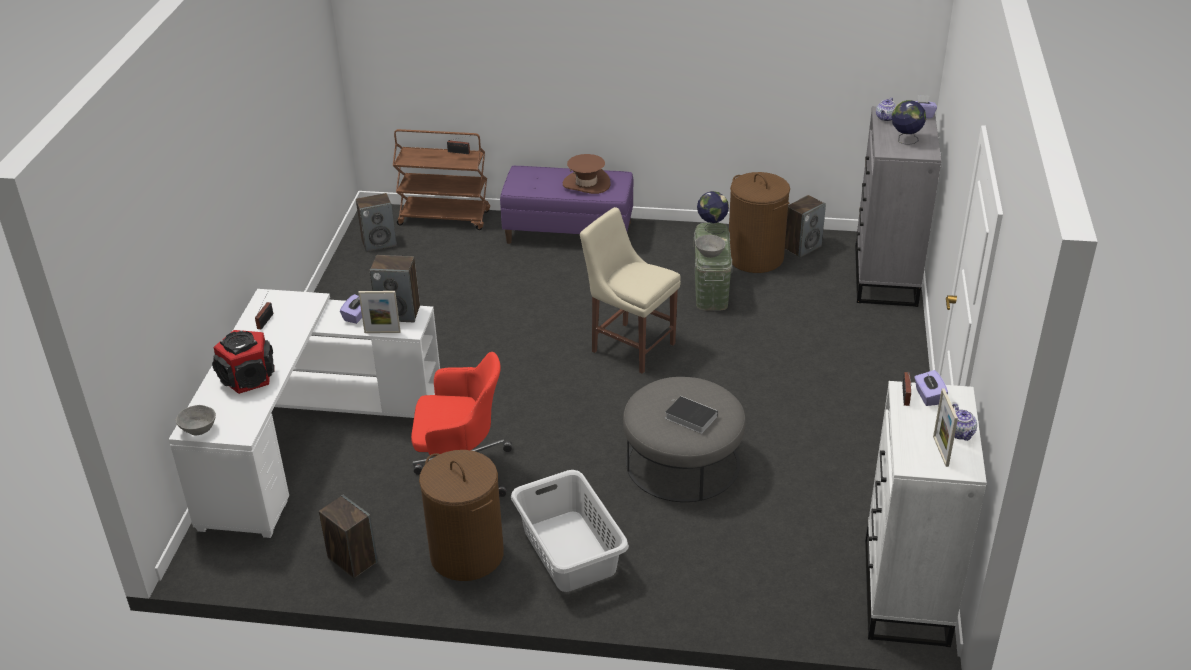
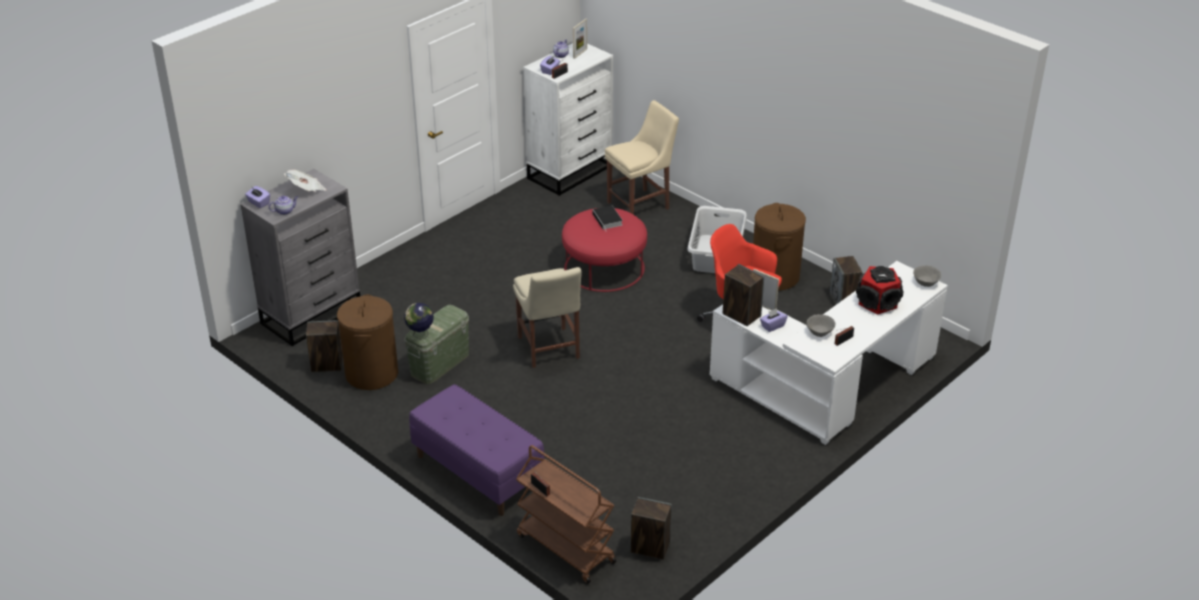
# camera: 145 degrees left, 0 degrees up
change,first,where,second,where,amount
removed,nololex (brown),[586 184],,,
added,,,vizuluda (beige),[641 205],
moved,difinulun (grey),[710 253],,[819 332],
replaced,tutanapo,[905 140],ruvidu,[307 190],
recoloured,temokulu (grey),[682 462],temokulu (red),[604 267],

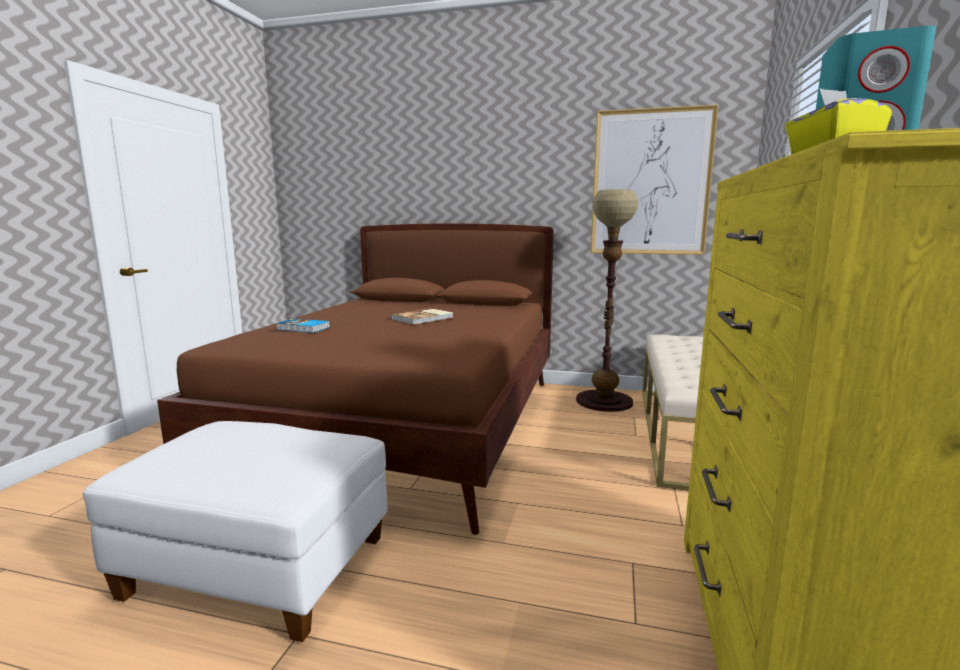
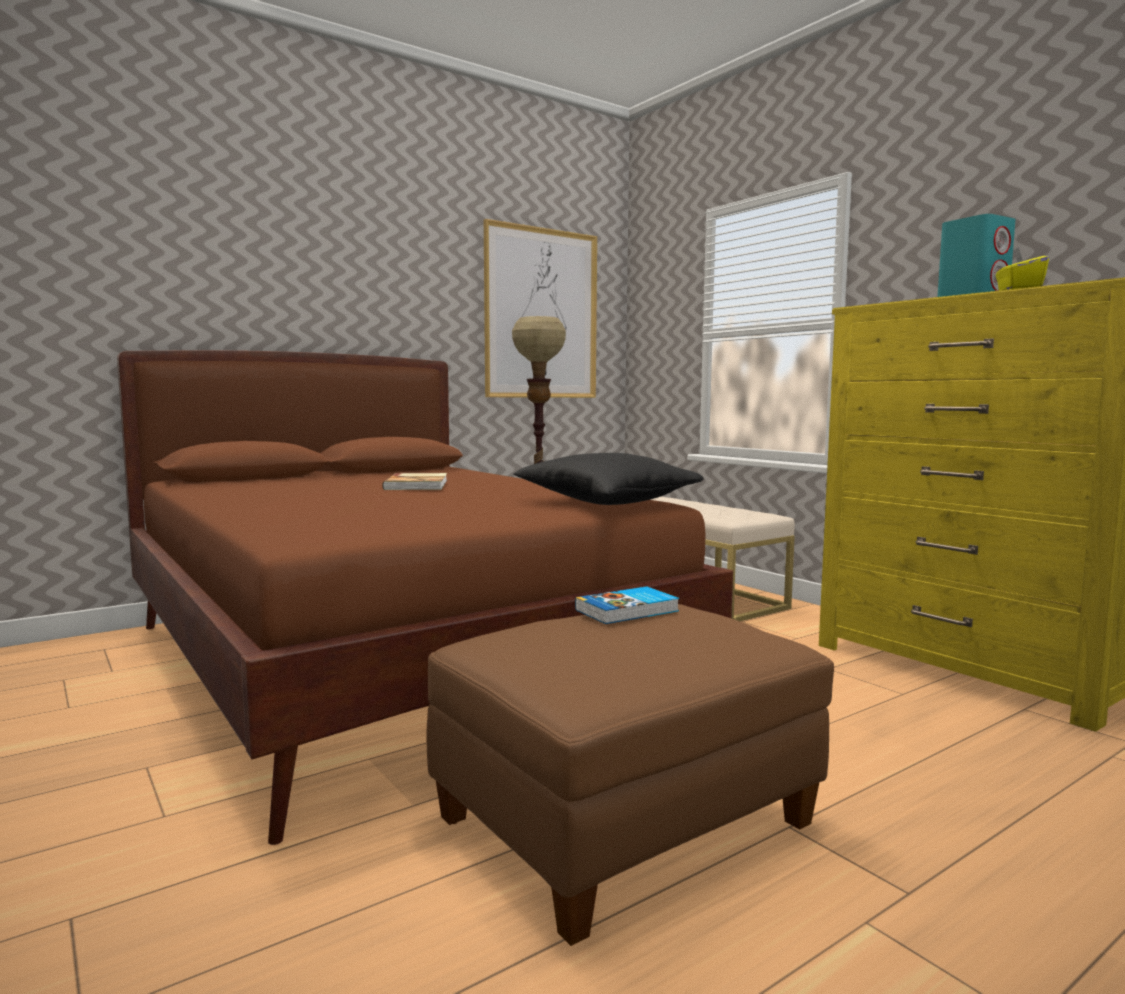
# camera: 50 degrees left, 5 degrees down
change,first,where,second,where,amount
added,,,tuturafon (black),[607 502],
moved,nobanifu,[303 328],,[628 611],
recoloured,temokulu (white),[260 567],temokulu (brown),[624 823],

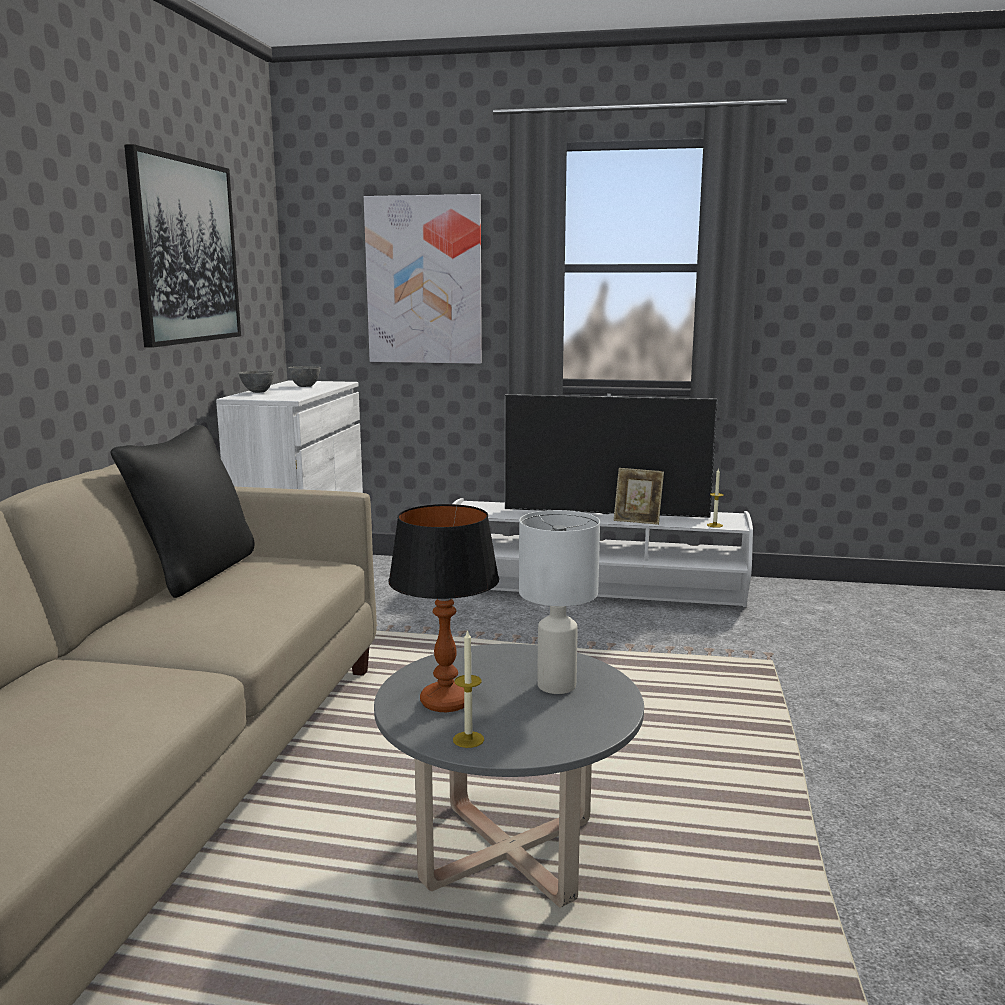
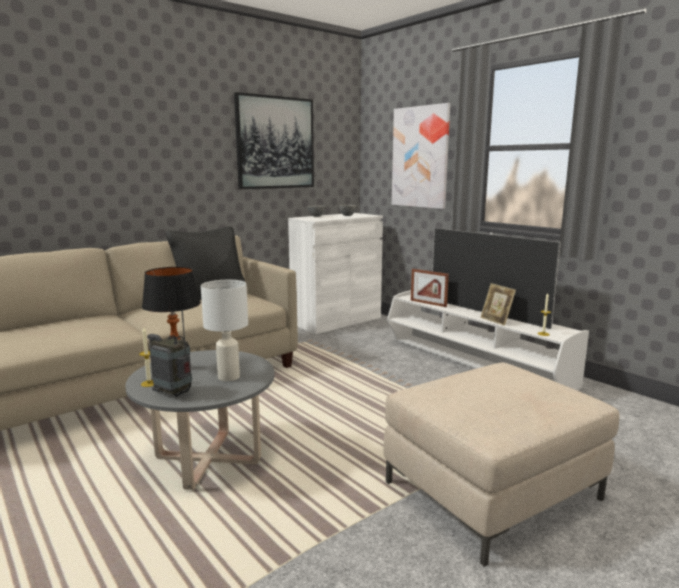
# camera: 40 degrees right, 0 degrees up
change,first,where,second,where,amount
added,,,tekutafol,[174 393],
added,,,temokulu (beige),[491 490],
added,,,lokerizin,[428 303],

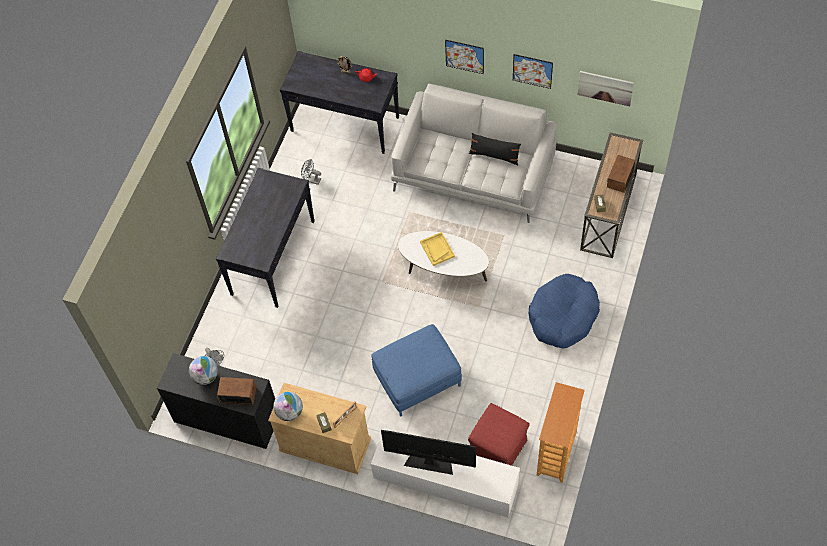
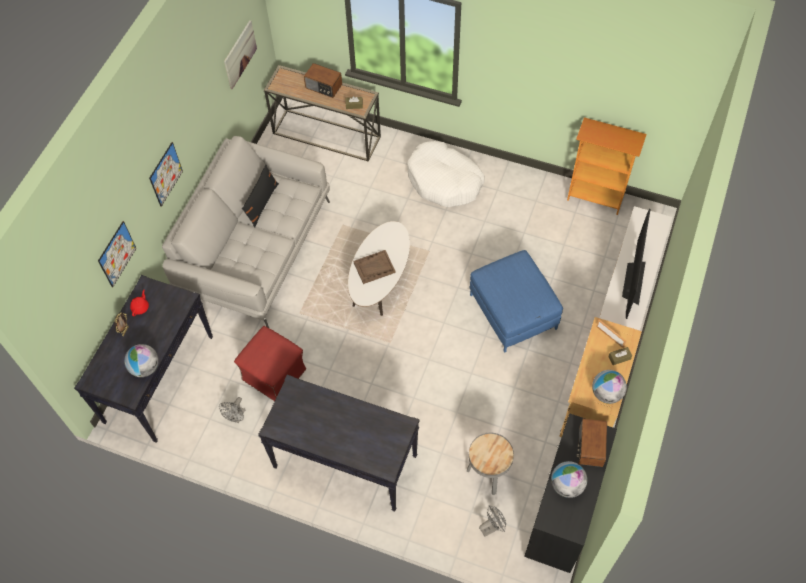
# camera: 90 degrees left, 0 degrees up
change,first,where,second,where,amount
added,,,tutanapo,[145 368],
added,,,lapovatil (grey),[487 475],
moved,temokulu (red),[498 446],,[273 374],
moved,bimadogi,[532 71],,[117 254],
recoloured,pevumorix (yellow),[437 249],pevumorix (brown),[374 267],
recoloured,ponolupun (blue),[563 316],ponolupun (white),[444 181],

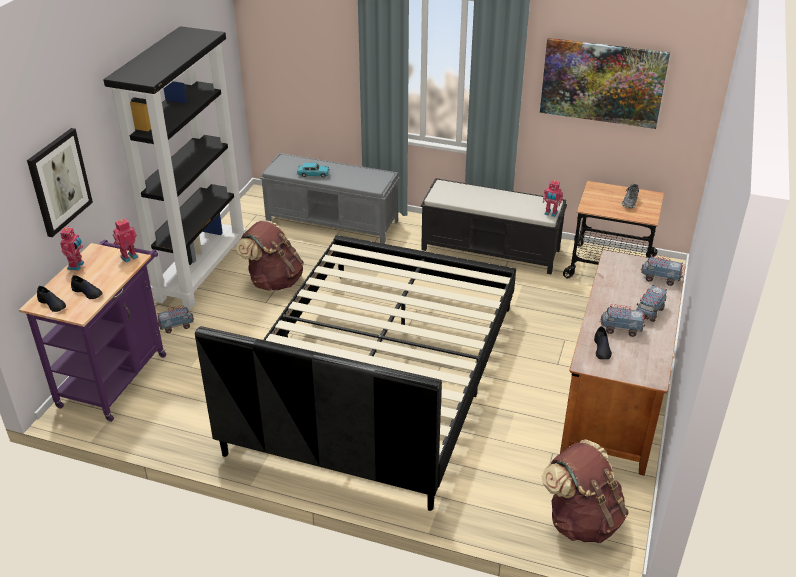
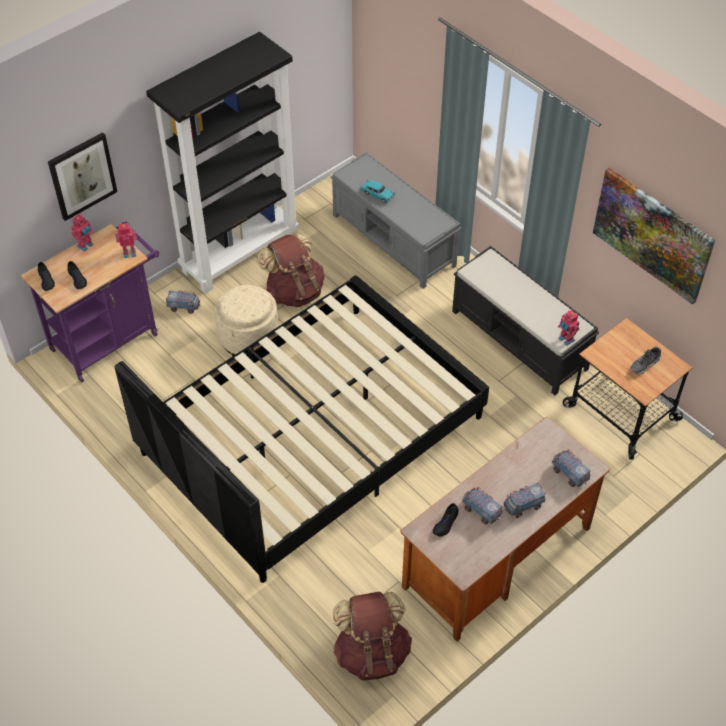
# camera: 30 degrees right, 15 degrees up
change,first,where,second,where,amount
added,,,temokulu (beige),[249 337],

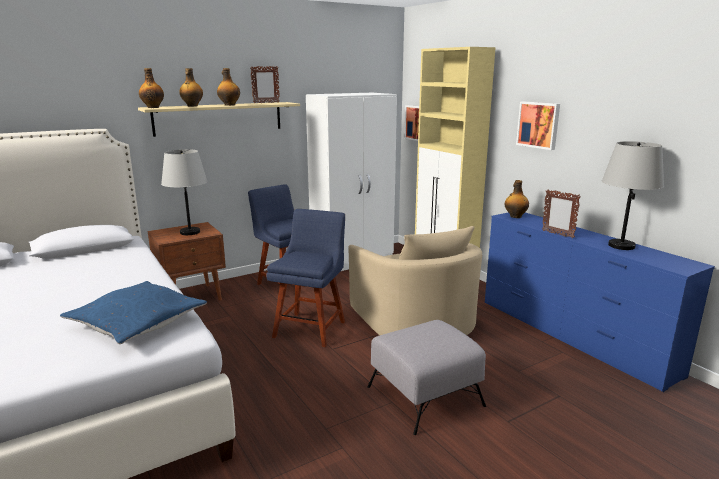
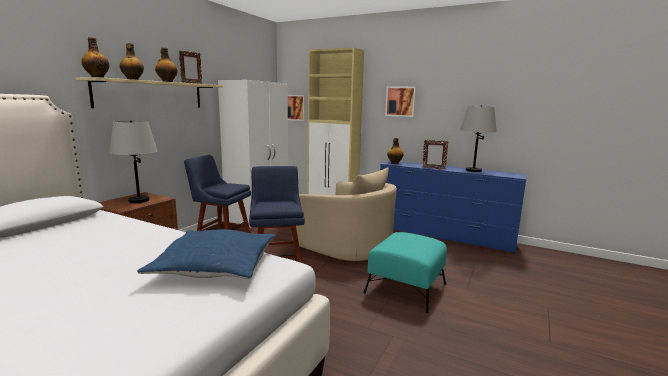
# camera: 30 degrees left, 5 degrees down
change,first,where,second,where,amount
recoloured,temokulu (grey),[425 396],temokulu (turquoise),[406 288],

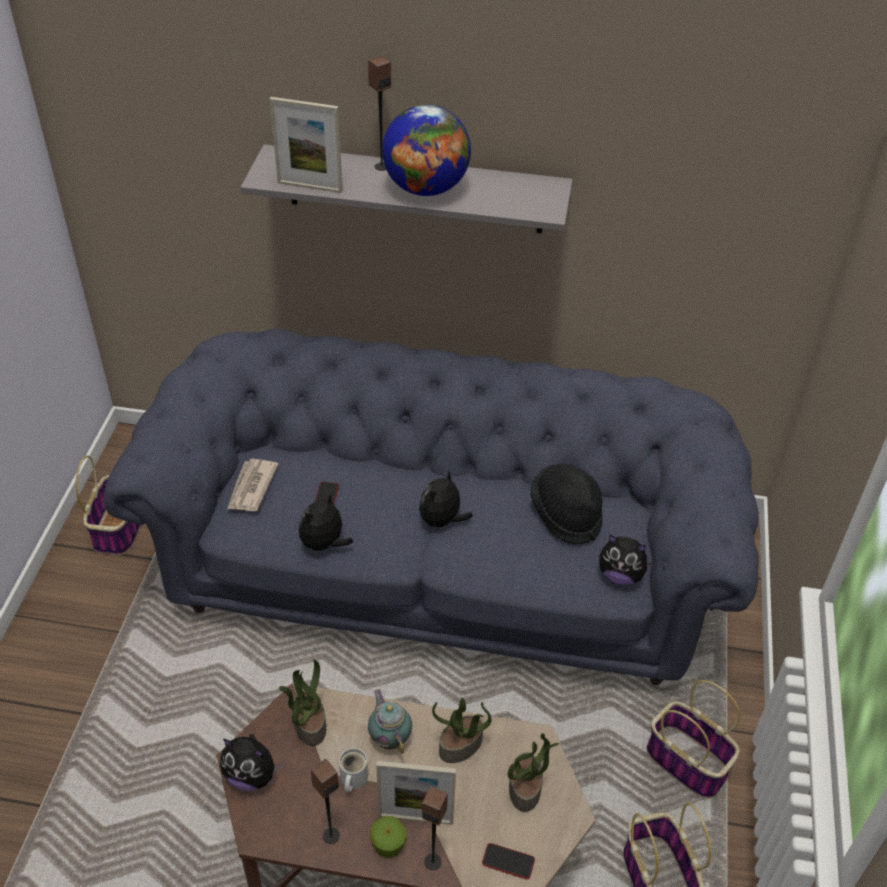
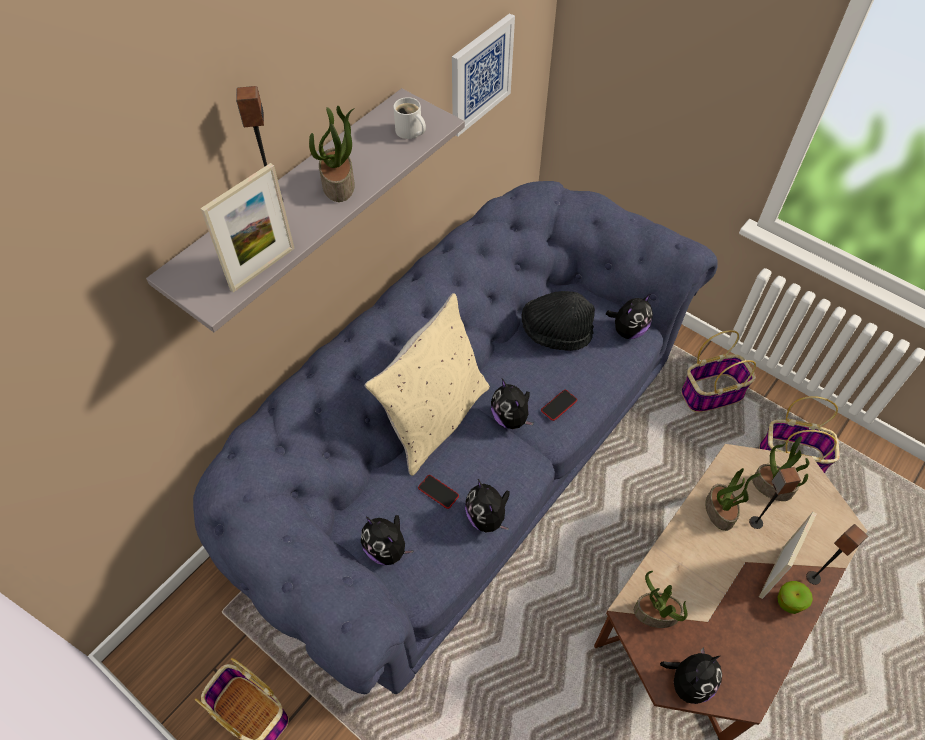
# camera: 60 degrees left, 10 degrees up
change,first,where,second,where,amount
removed,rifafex,[390 737],,,
added,,,tuturafon (beige),[434 419],
added,,,bimadogi,[480 74],
moved,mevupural,[331 835],,[755 522],
moved,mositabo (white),[352 778],,[410 132],
moved,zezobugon,[508 861],,[559 405],
replaced,ruvidu,[251 487],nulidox,[387 549],
replaced,tutanapo,[426 188],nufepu,[339 184],

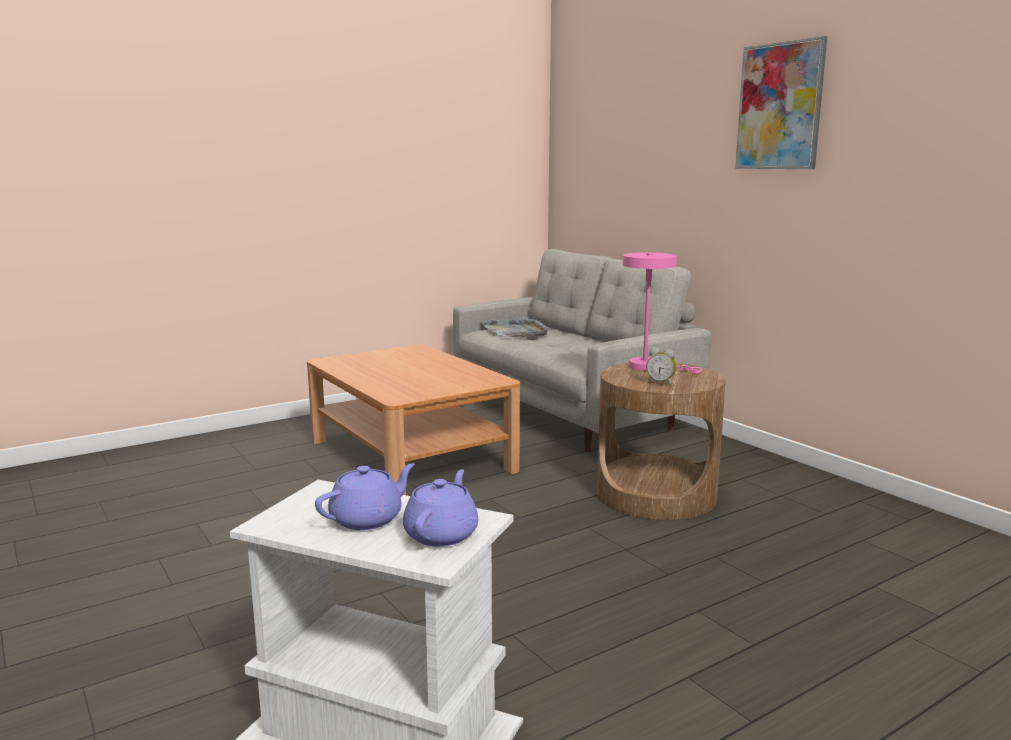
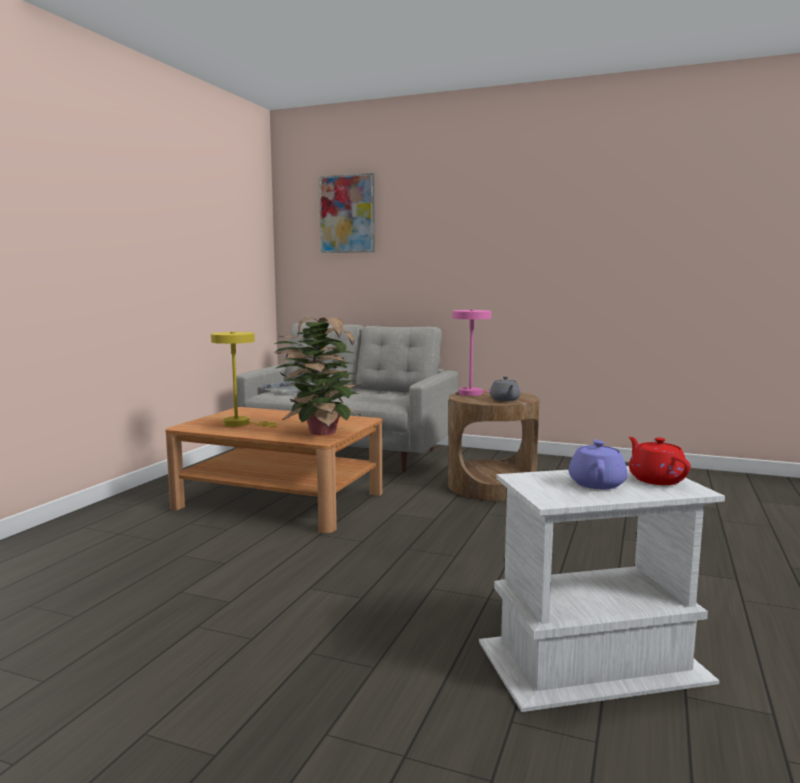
# camera: 35 degrees left, 5 degrees down
change,first,where,second,where,amount
added,,,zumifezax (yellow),[241 424],
added,,,nufepu,[319 432],
moved,bimadogi,[780 106],,[347 214],
replaced,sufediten,[661 383],rifafex (grey),[505 400],
recoloured,rifafex (purple),[442 534],rifafex (red),[656 479],

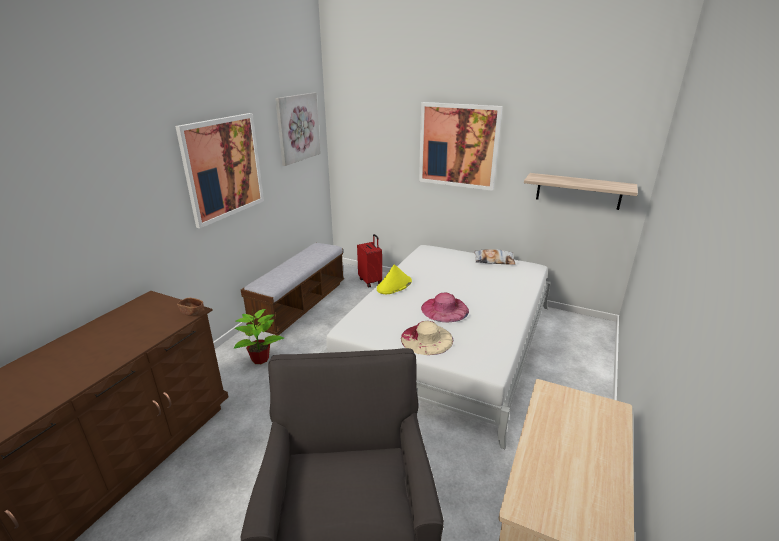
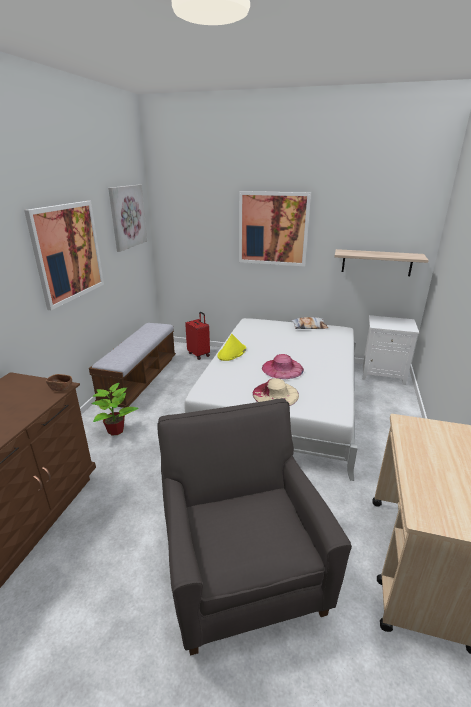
# camera: 10 degrees left, 0 degrees up
change,first,where,second,where,amount
added,,,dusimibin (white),[383 374],

